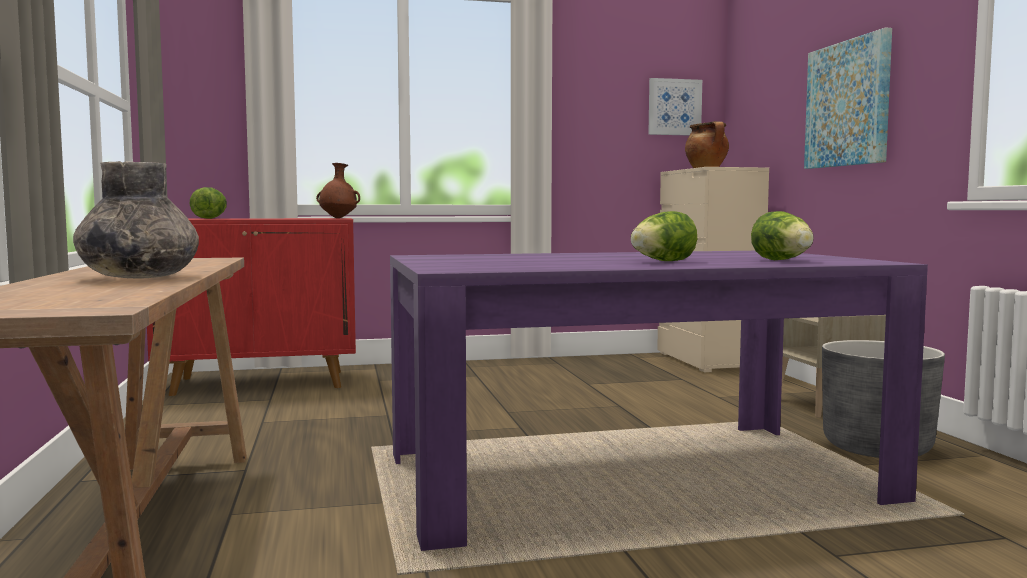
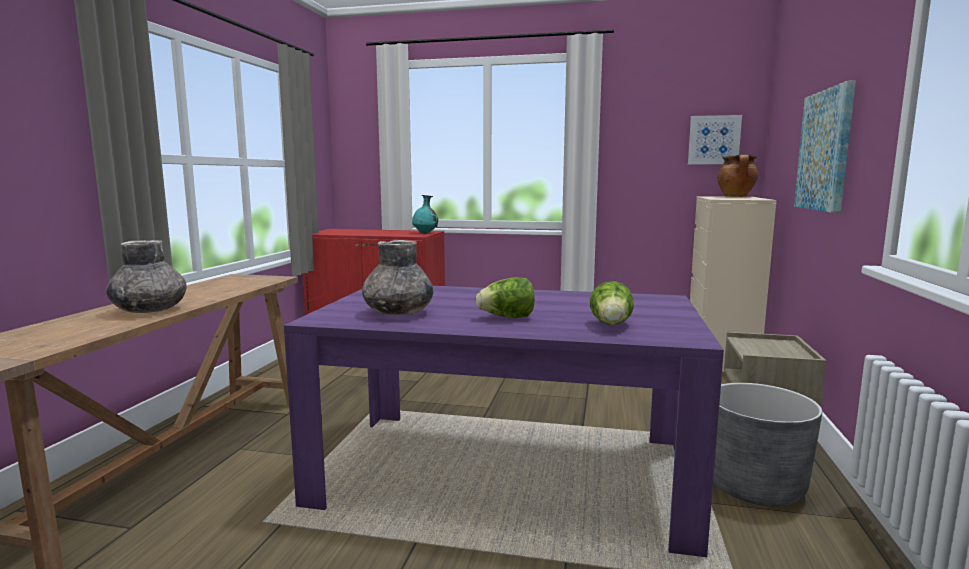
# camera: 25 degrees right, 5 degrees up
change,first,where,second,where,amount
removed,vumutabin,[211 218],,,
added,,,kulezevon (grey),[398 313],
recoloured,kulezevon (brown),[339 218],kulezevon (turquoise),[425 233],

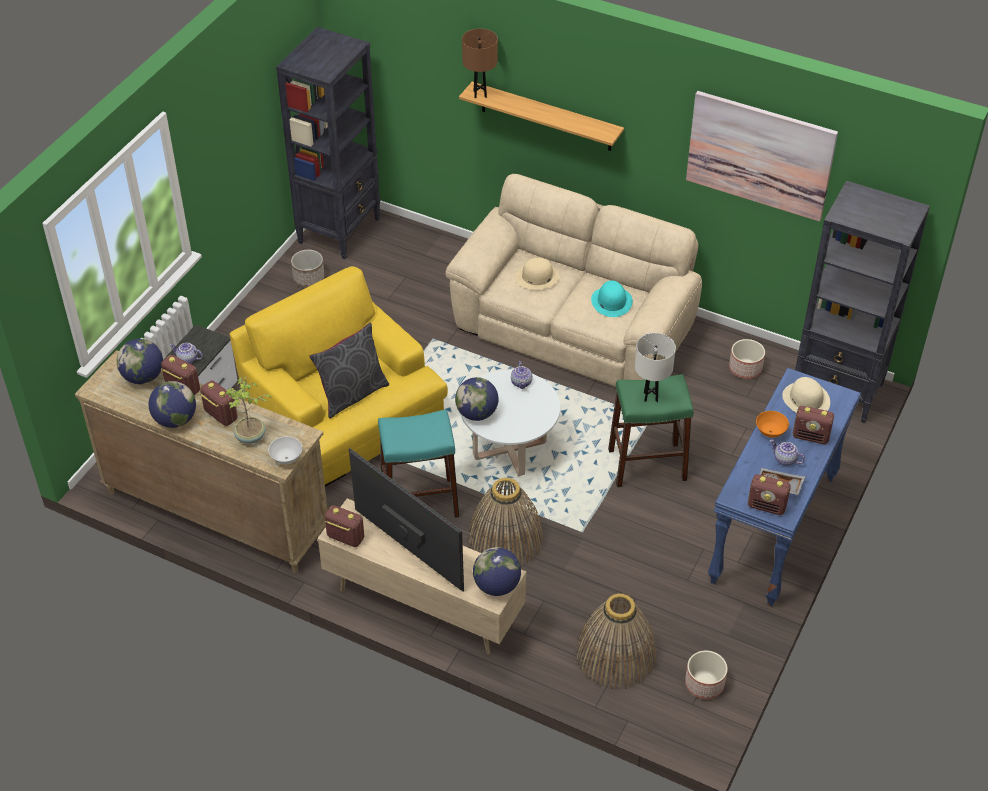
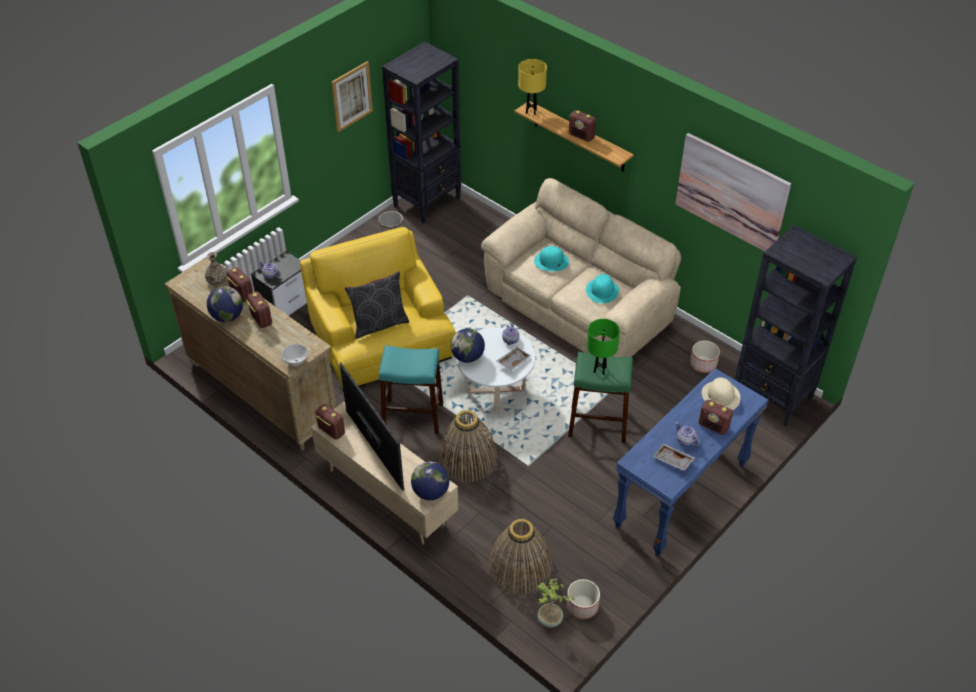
# camera: 15 degrees right, 0 degrees up
change,first,where,second,where,amount
removed,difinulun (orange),[770 432],,,
added,,,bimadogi,[351 96],
added,,,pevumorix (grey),[513 361],
moved,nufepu,[251 437],,[550 620],
moved,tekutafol,[767 506],,[581 136],
replaced,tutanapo,[143 377],kulezevon,[217 280],
recoloured,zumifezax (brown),[480 94],zumifezax (yellow),[531 111],
recoloured,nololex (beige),[537 277],nololex (turquoise),[551 261],
recoloured,zumifezax (white),[650 397],zumifezax (green),[600 370],

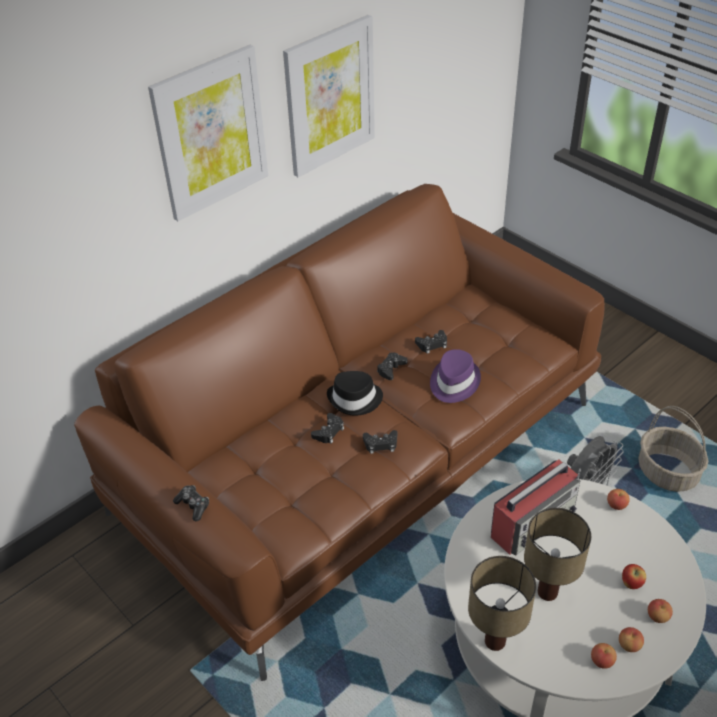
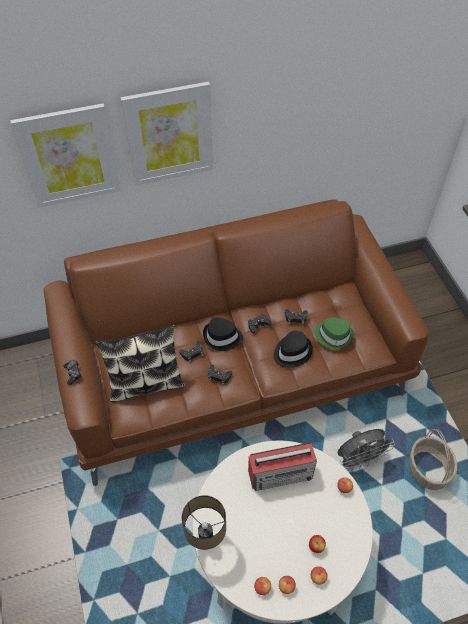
# camera: 25 degrees right, 10 degrees up
change,first,where,second,where,amount
removed,zumifezax,[548 591],,,
added,,,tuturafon,[145 383],
added,,,nololex (green),[333 335],
moved,bimadogi,[330 96],,[69 156],
recoloured,nololex (purple),[453 382],nololex (black),[292 352],

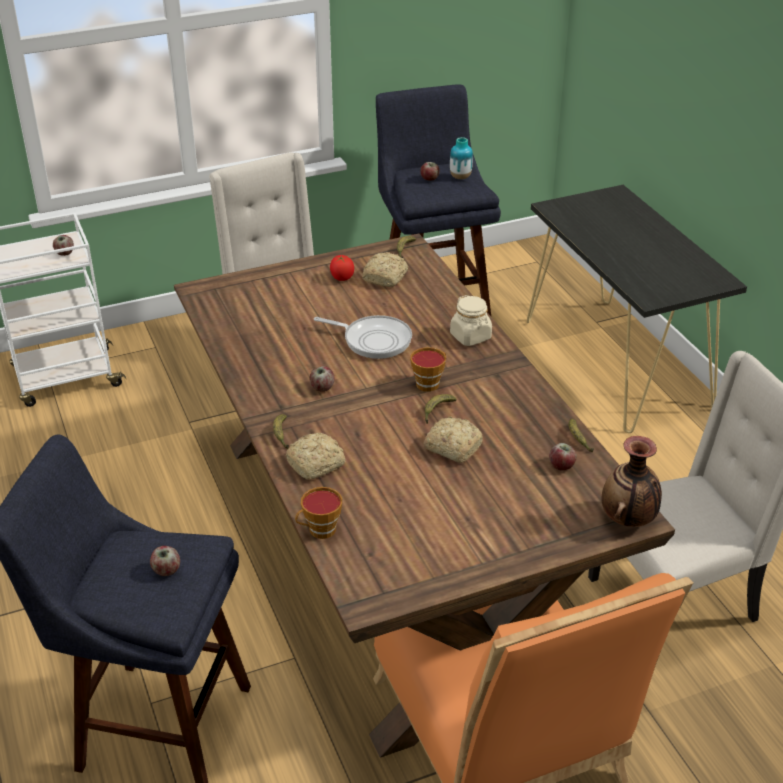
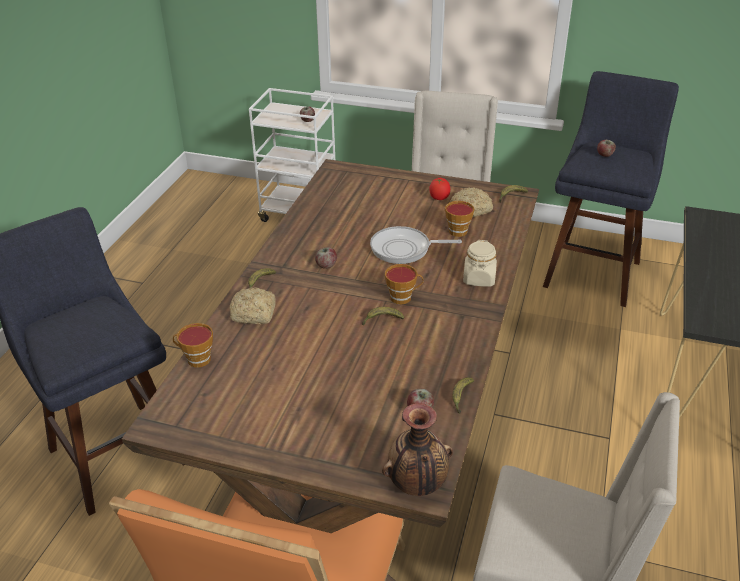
# camera: 40 degrees right, 0 degrees up
change,first,where,second,where,amount
removed,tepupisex,[166 571],,,
removed,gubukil,[452 446],,,
removed,kulezevon,[460 177],,,
added,,,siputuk,[456 230],
turned,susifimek,[373 340],,[404 249],120 degrees clockwise

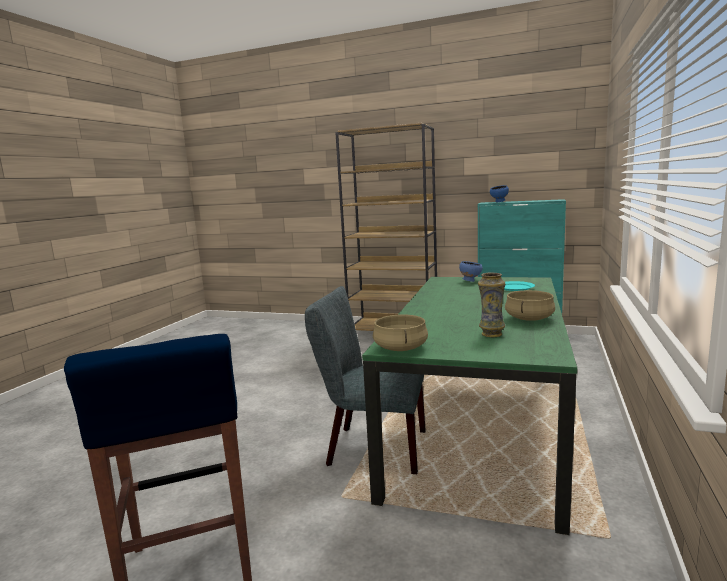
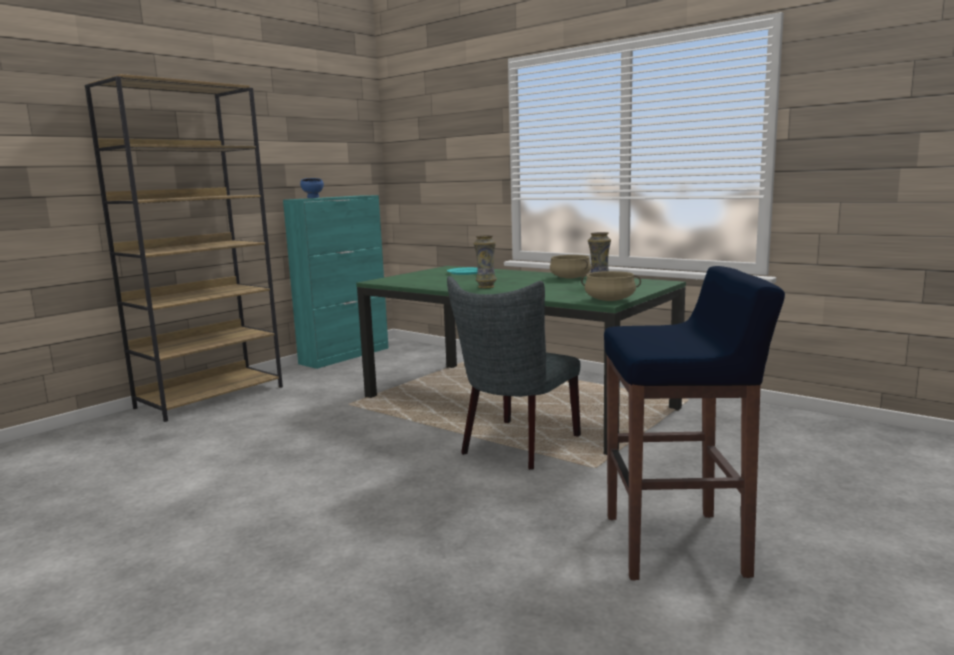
# camera: 70 degrees left, 0 degrees up
change,first,where,second,where,amount
removed,difinulun (blue),[470 281],,,
added,,,kulezevon,[486 287],

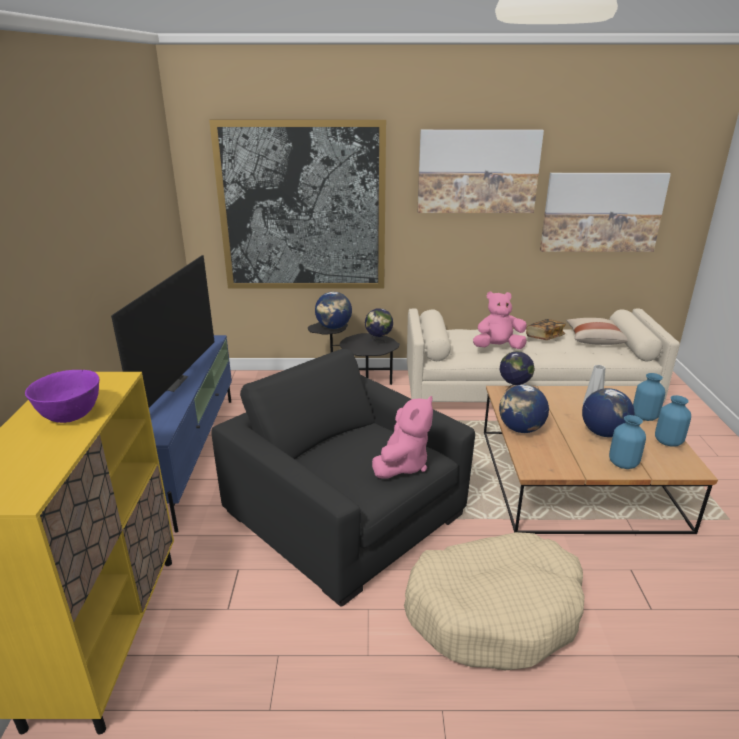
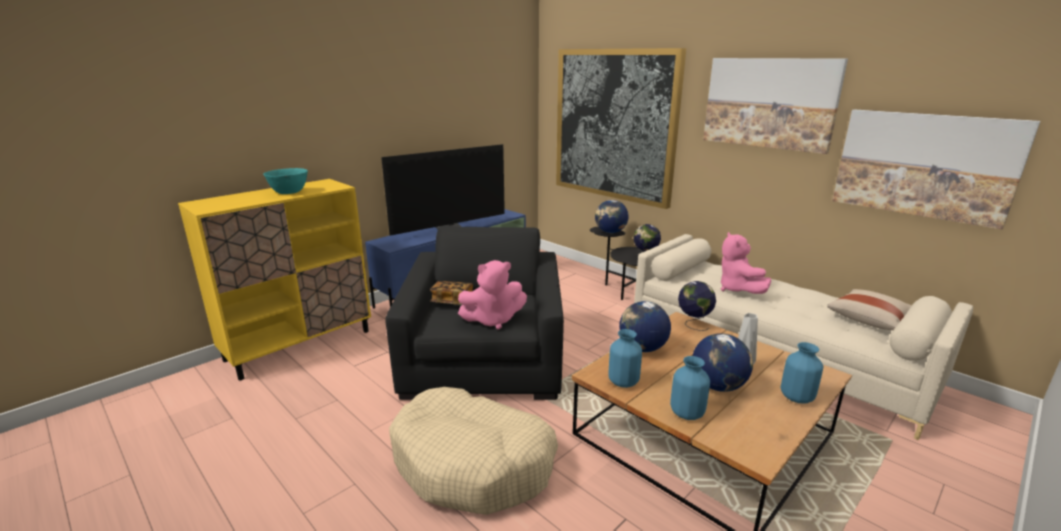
# camera: 45 degrees right, 5 degrees down
change,first,where,second,where,amount
moved,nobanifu,[544 337],,[452 301],
moved,kulezevon (blue),[667 442],,[622 382],
recoloured,difinulun (purple),[71 415],difinulun (turquoise),[289 193],
turned,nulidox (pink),[498 347],,[737 289],135 degrees counterclockwise

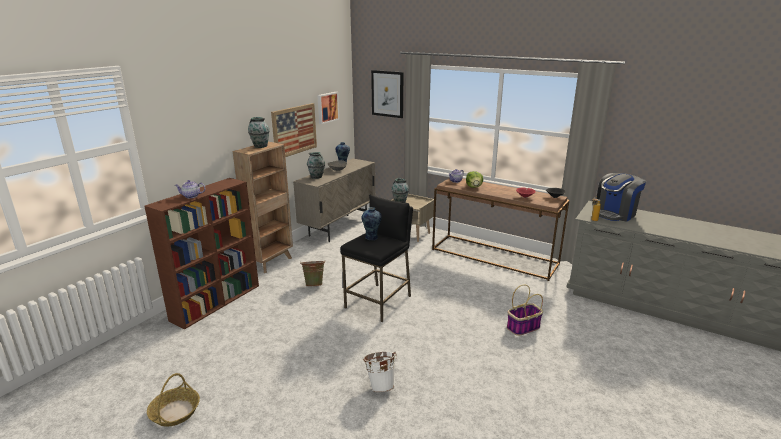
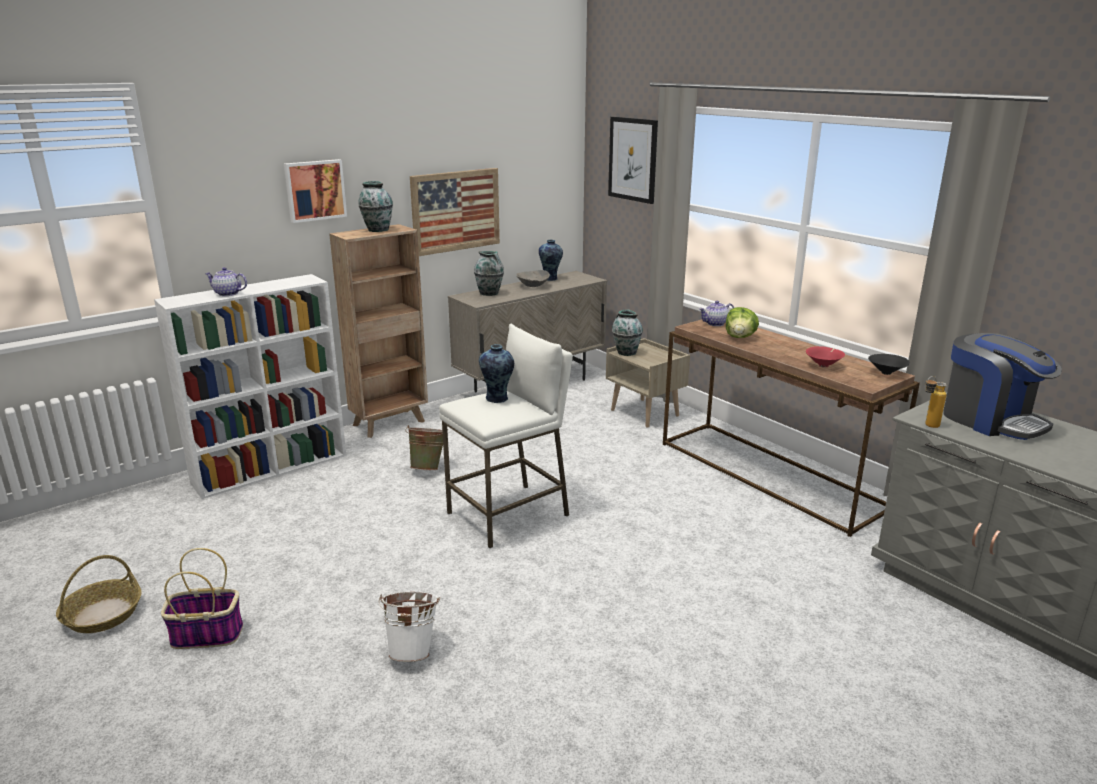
# camera: 20 degrees right, 0 degrees up
change,first,where,second,where,amount
moved,bimadogi,[327 107],,[315 190],
moved,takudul,[523 328],,[205 635],
recoloured,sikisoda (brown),[217 302],sikisoda (white),[272 468],
recoloured,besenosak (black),[379 302],besenosak (white),[509 514],
turned,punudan,[615 214],,[991 420],105 degrees counterclockwise

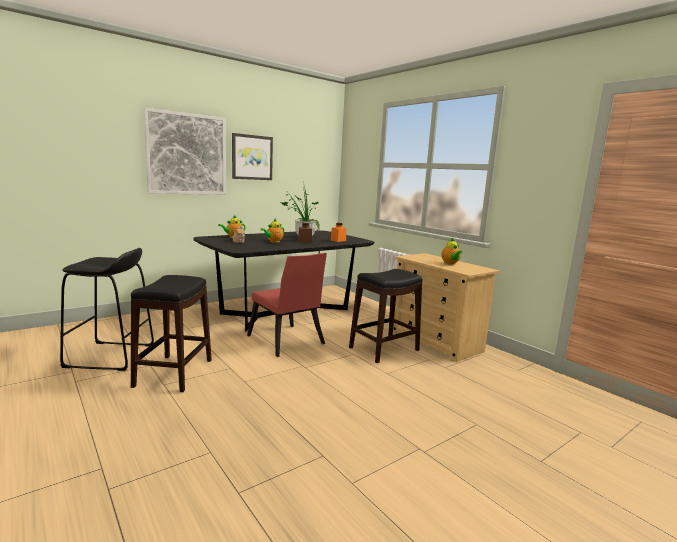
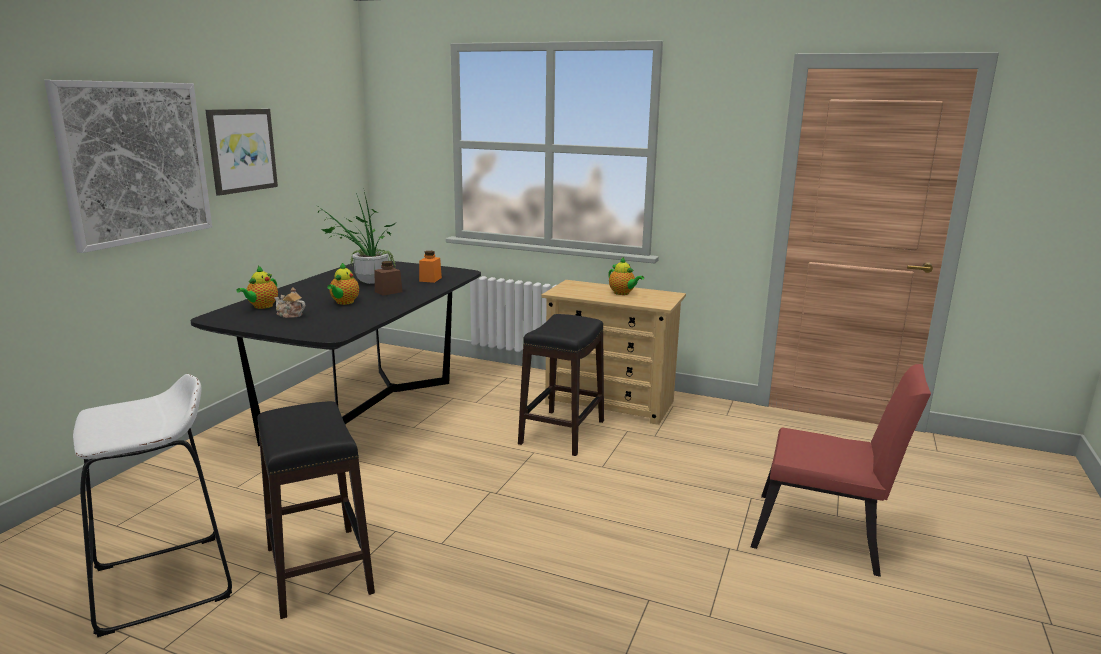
# camera: 30 degrees left, 5 degrees up
change,first,where,second,where,amount
moved,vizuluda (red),[287 342],,[826 536],
recoloured,besenosak (black),[110 356],besenosak (white),[163 583],

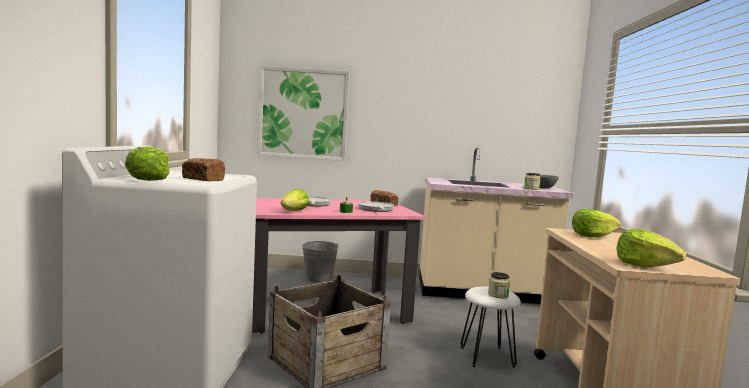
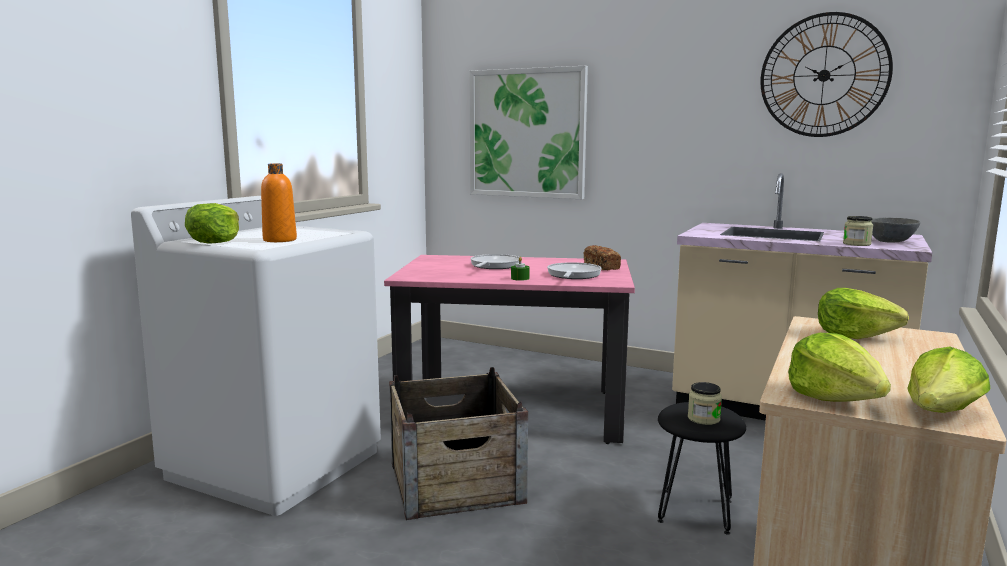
# camera: 25 degrees right, 5 degrees up
change,first,where,second,where,amount
removed,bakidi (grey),[318 278],,,
added,,,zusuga,[824 75],
moved,vumutabin,[294 211],,[941 413],
replaced,gubukil,[203 179],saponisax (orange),[280 240],
recoloured,besenosak (white),[487 357],besenosak (black),[696 511],

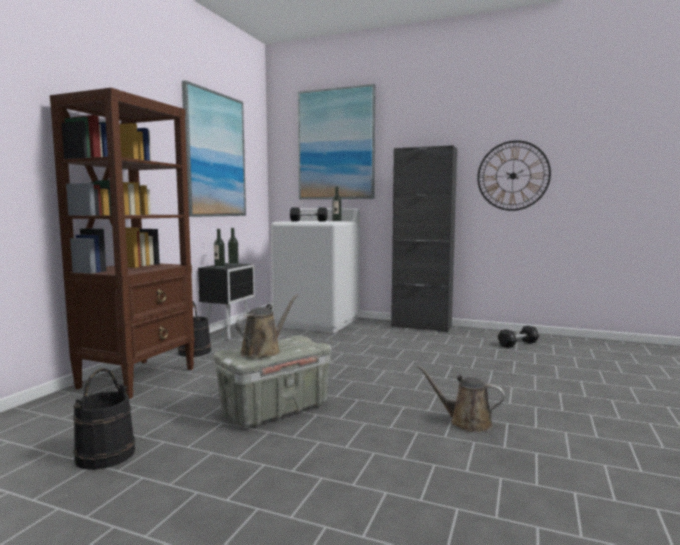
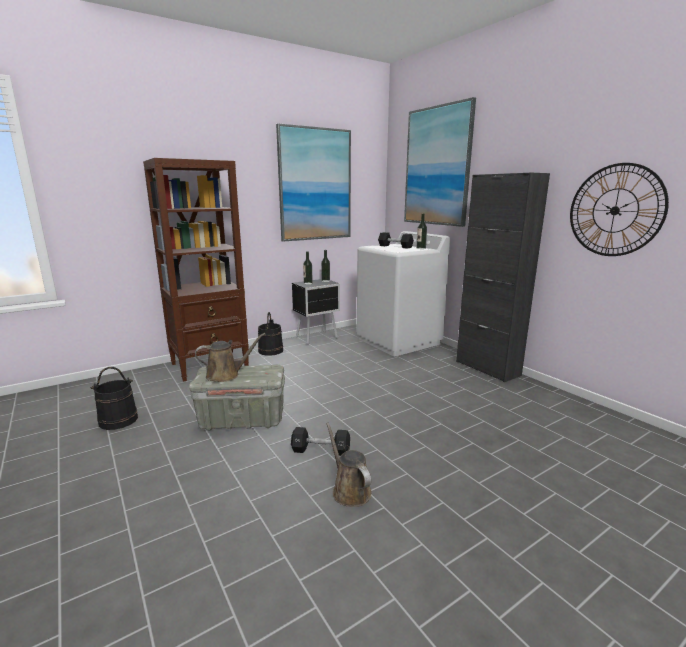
# camera: 35 degrees right, 10 degrees up
change,first,where,second,where,amount
moved,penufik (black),[518 344],,[321 450],

